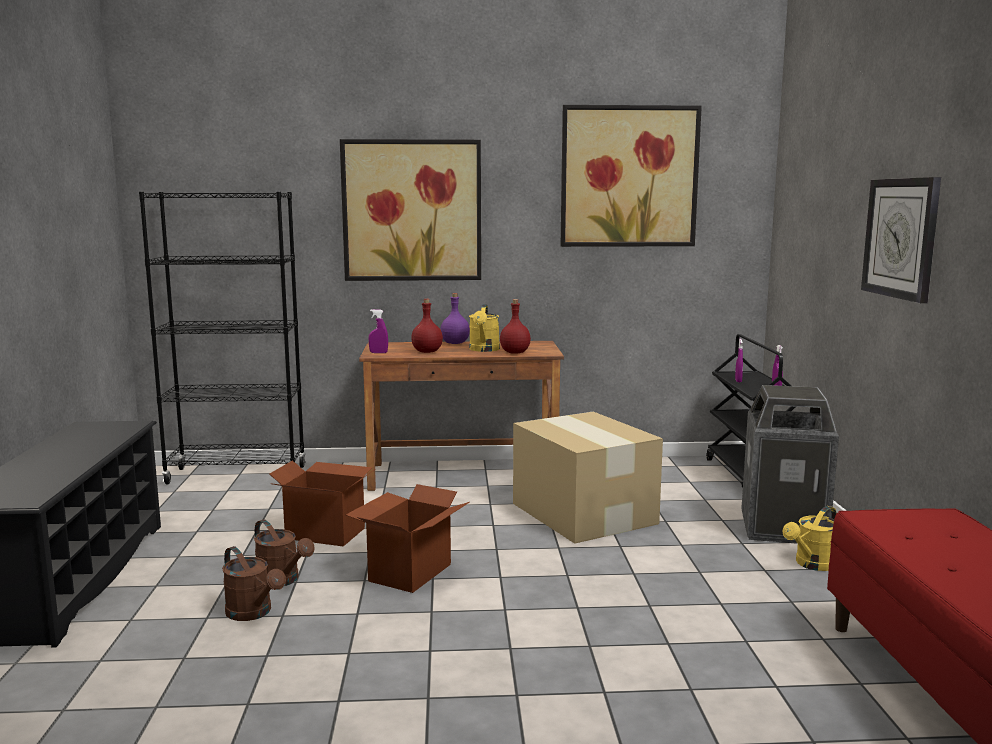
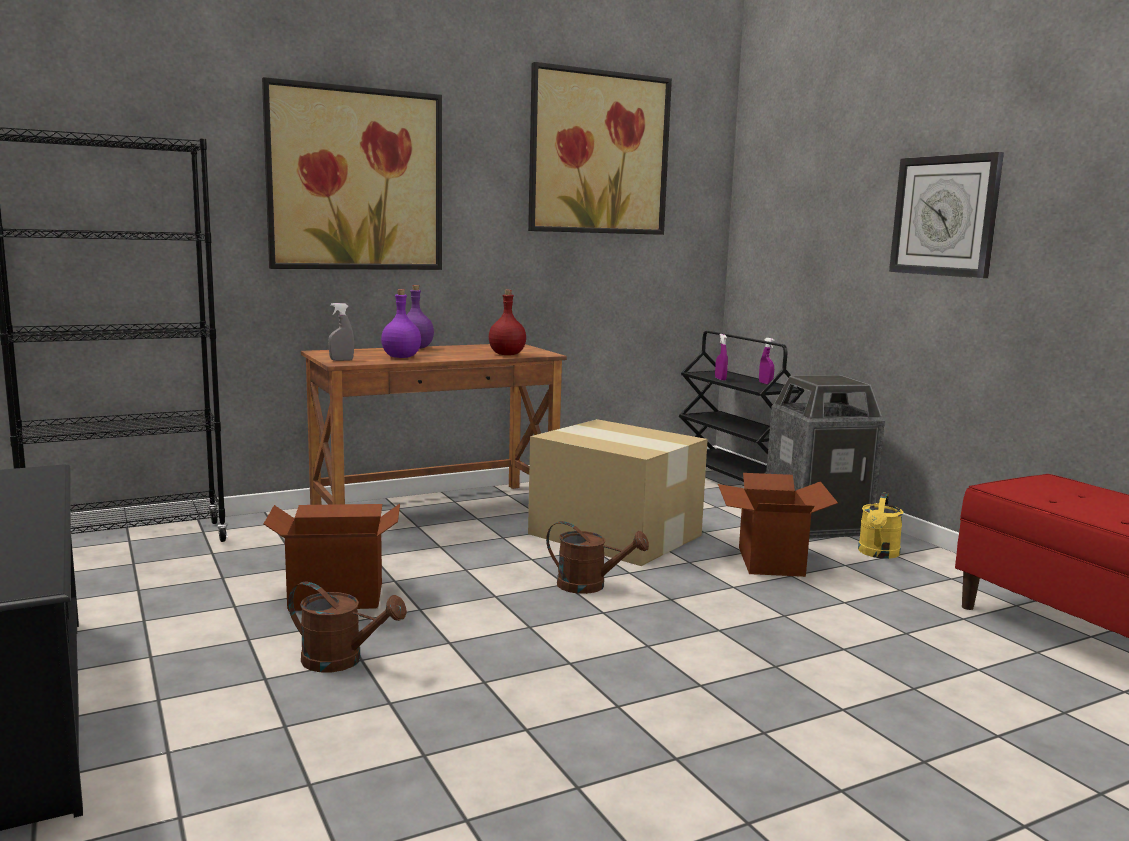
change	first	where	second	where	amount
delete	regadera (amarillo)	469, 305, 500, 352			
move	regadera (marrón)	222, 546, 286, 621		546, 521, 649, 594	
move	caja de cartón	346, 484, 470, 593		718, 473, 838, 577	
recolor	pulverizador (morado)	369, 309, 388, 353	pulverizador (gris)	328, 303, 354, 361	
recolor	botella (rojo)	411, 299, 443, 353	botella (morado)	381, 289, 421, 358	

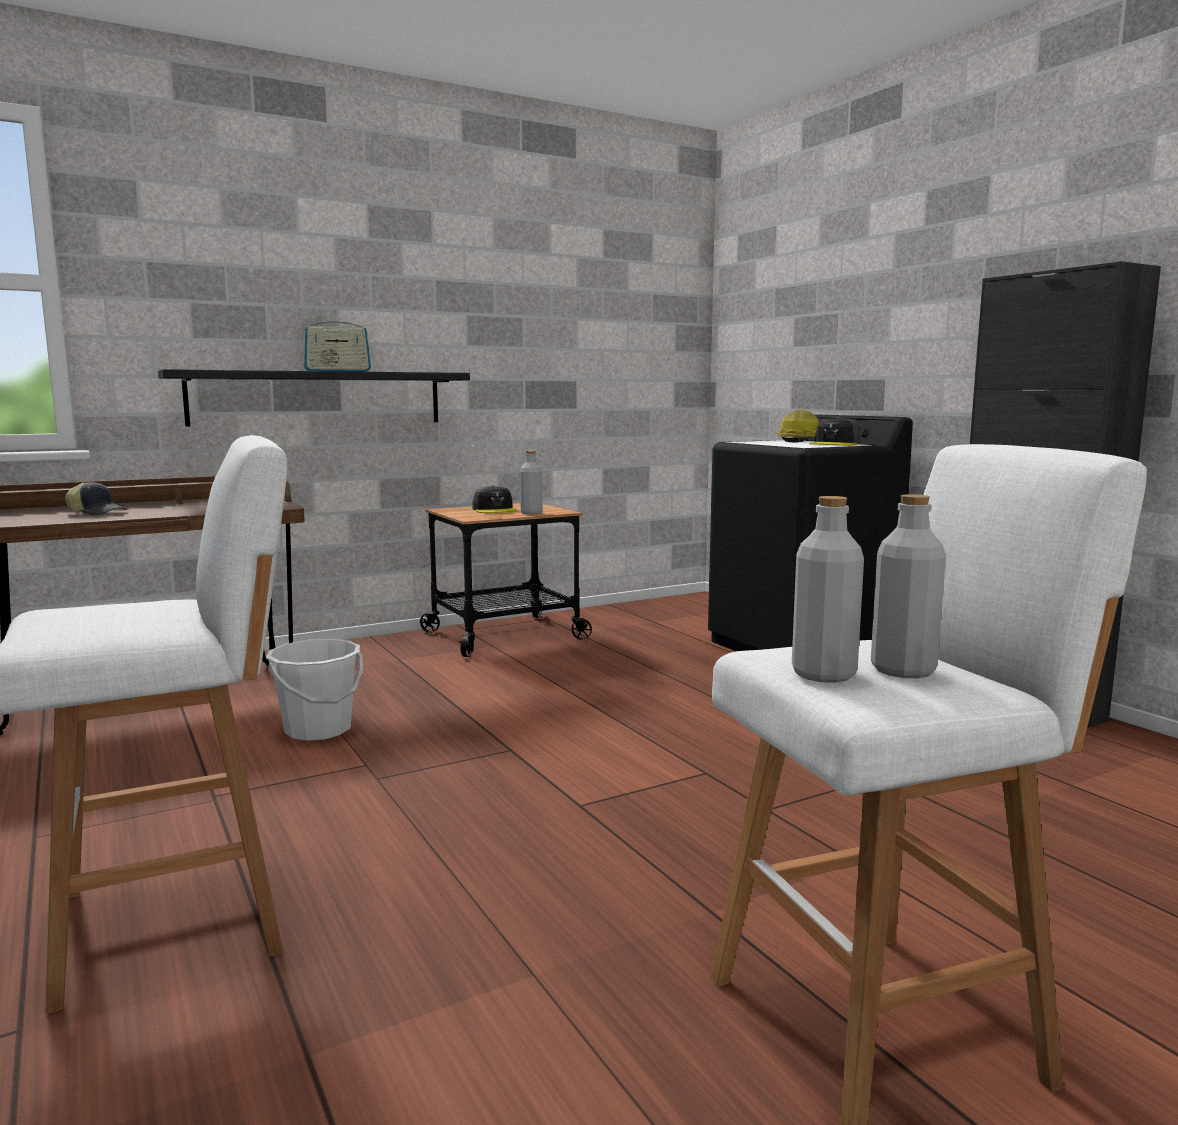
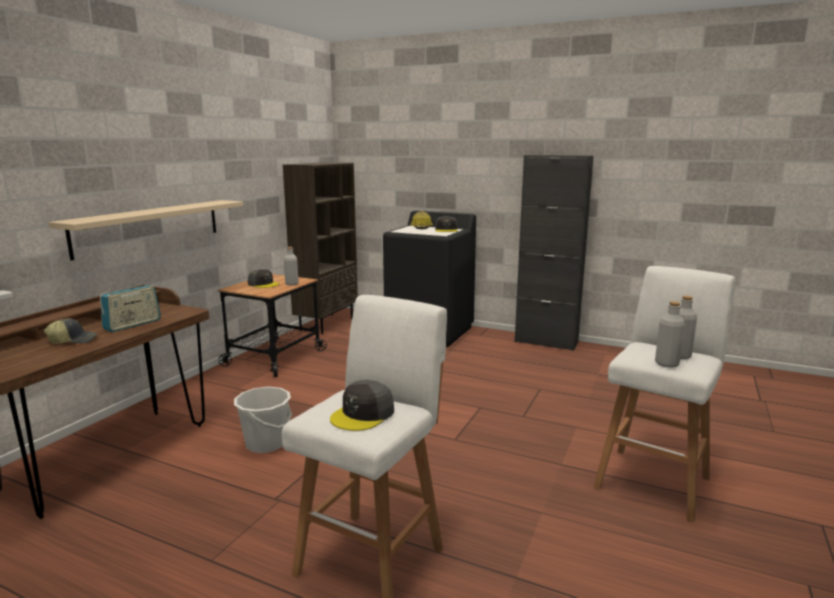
change	first	where	second	where	amount
insert			estantería (marrón)	283, 162, 358, 334	
insert			gorra (gris)	330, 380, 394, 431	
move	radio	303, 315, 371, 372		100, 284, 161, 332	
recolor	estante (negro)	158, 369, 470, 427	estante (beis)	48, 200, 243, 261	

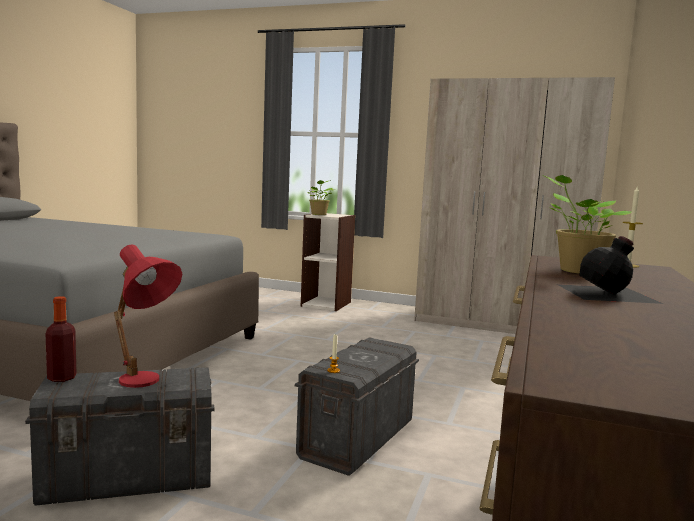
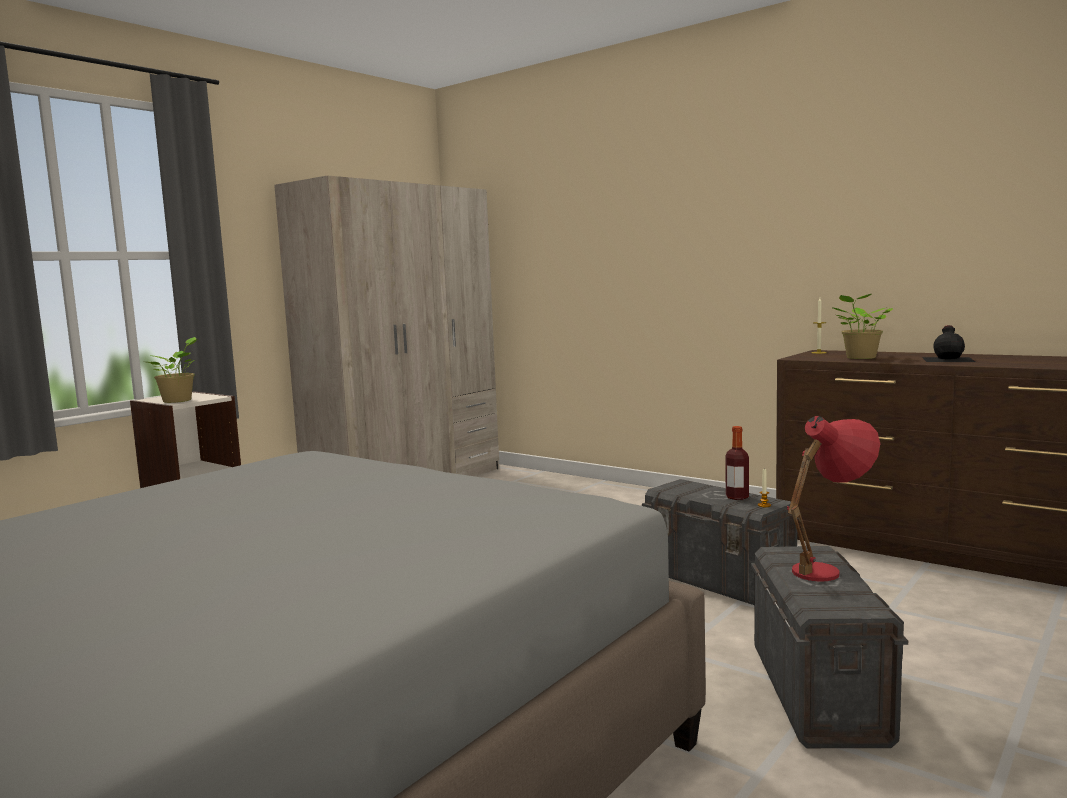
change	first	where	second	where	amount
move	botella	45, 296, 77, 382		726, 426, 749, 500	

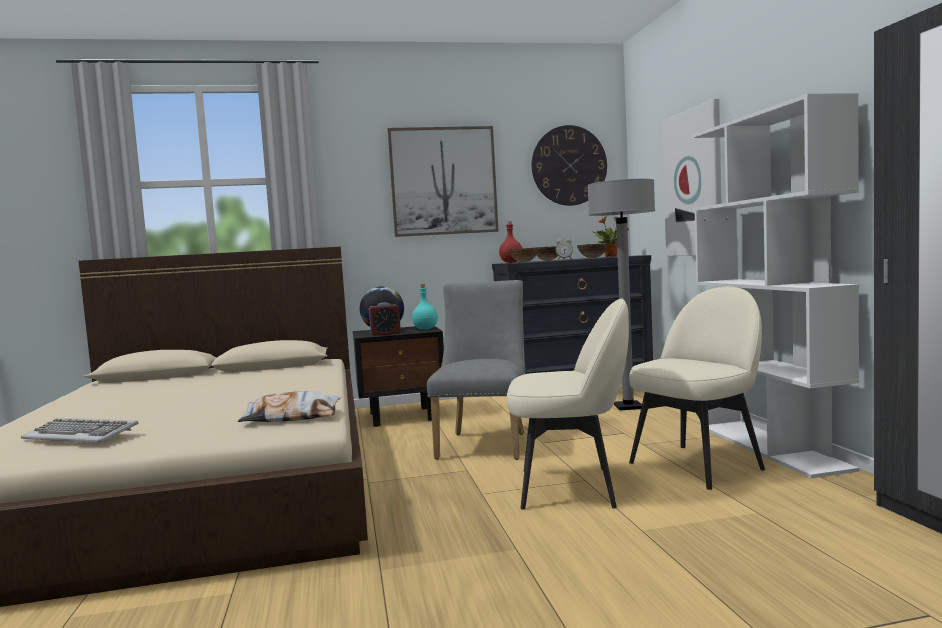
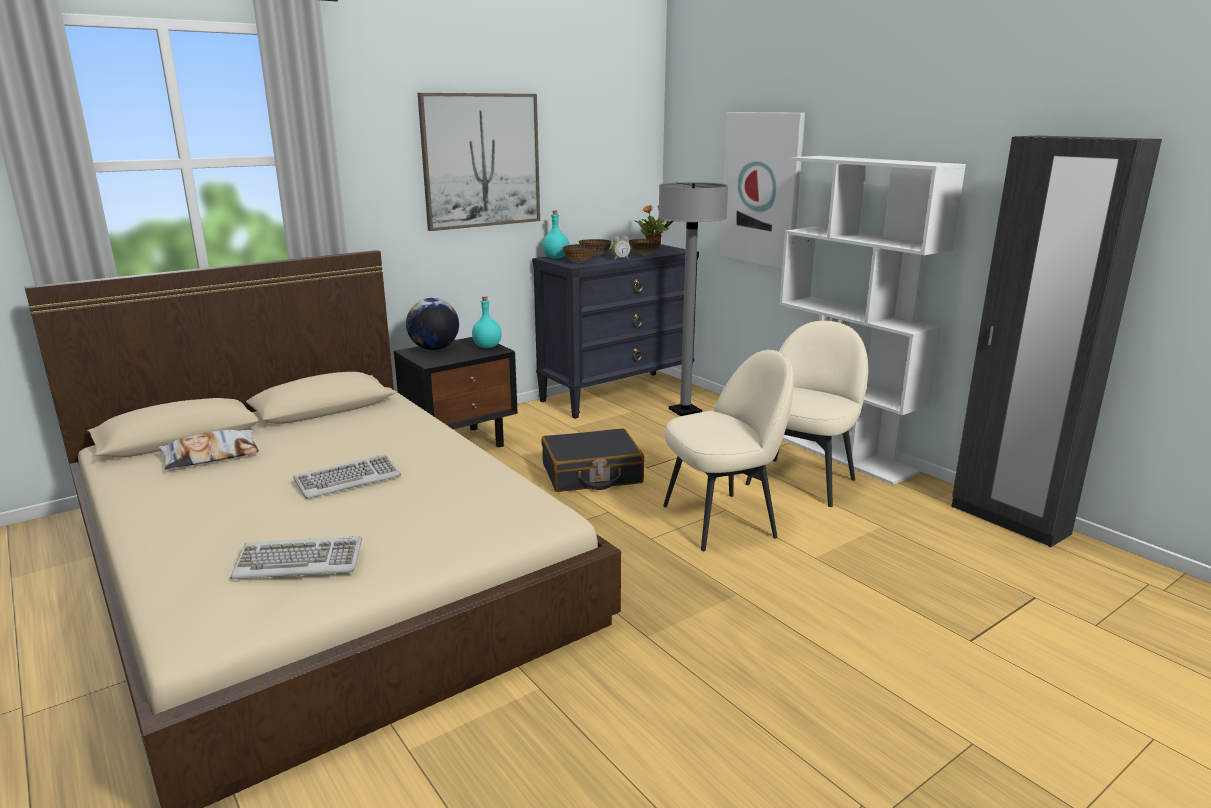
change	first	where	second	where	amount
delete	despertador	369, 302, 401, 336			
delete	reloj de pared	532, 125, 607, 206			
insert			teclado	293, 454, 401, 499	
move	cojín	238, 391, 341, 422		158, 430, 259, 469	
replace	silla (gris)	427, 280, 525, 460	maleta (negro)	542, 428, 644, 492	
recolor	botella (rojo)	499, 221, 522, 263	botella (turquesa)	542, 211, 569, 258	

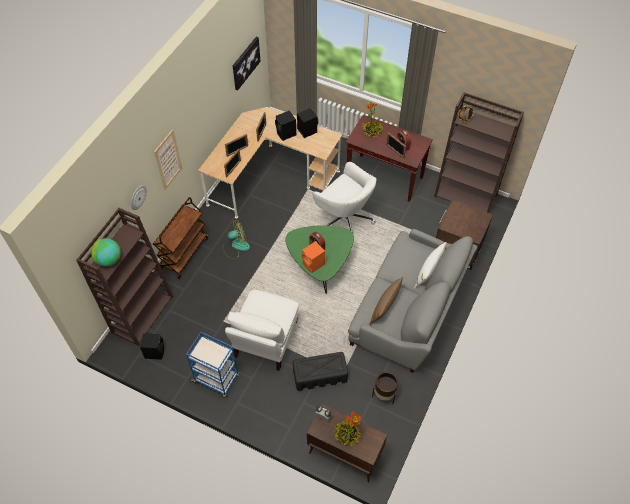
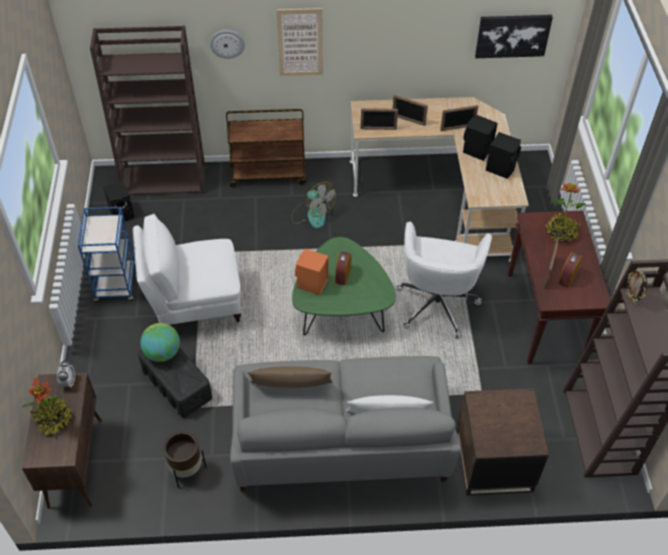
change	first	where	second	where	amount
move	globo terráqueo	91, 238, 121, 267		140, 323, 180, 362	

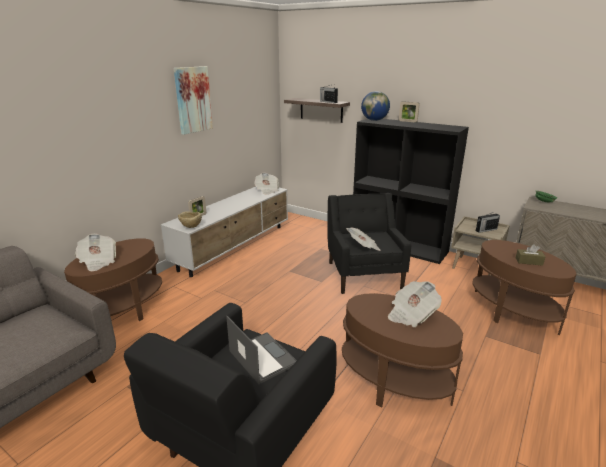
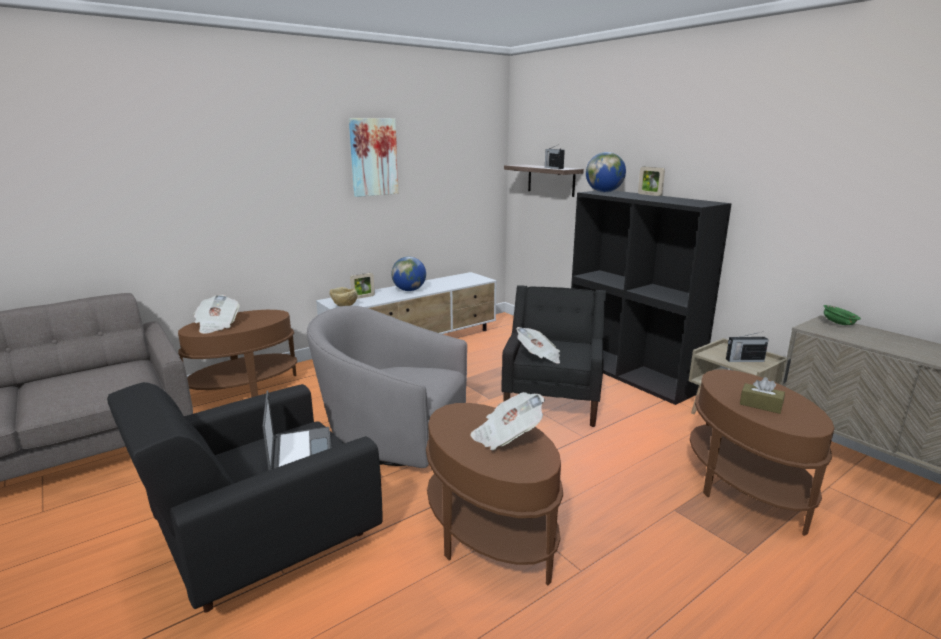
change	first	where	second	where	amount
delete	periódico	254, 173, 279, 195			
insert			sillón (gris)	307, 306, 467, 468	
insert			globo terráqueo	391, 257, 426, 291	

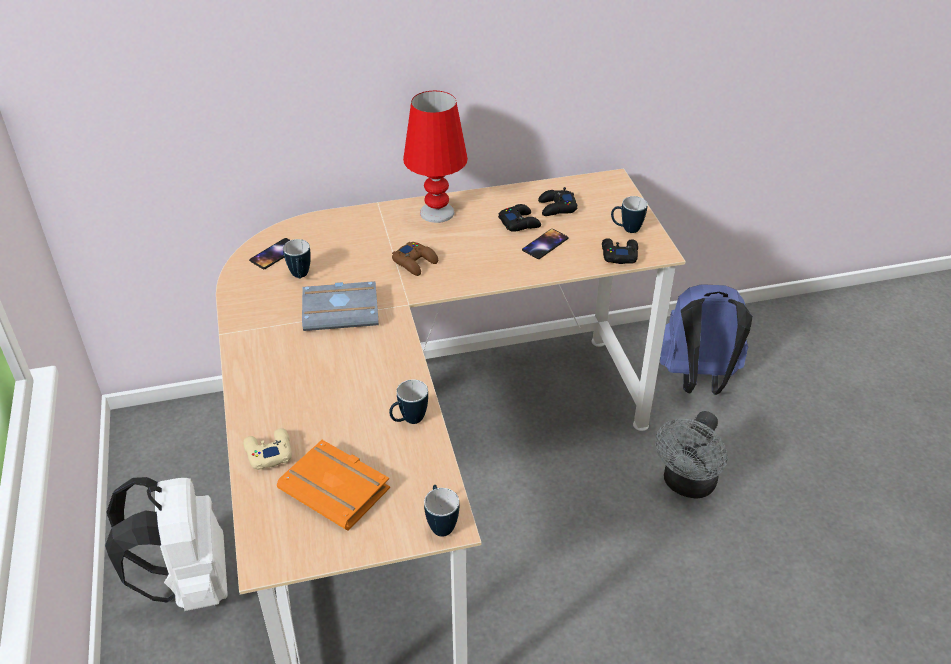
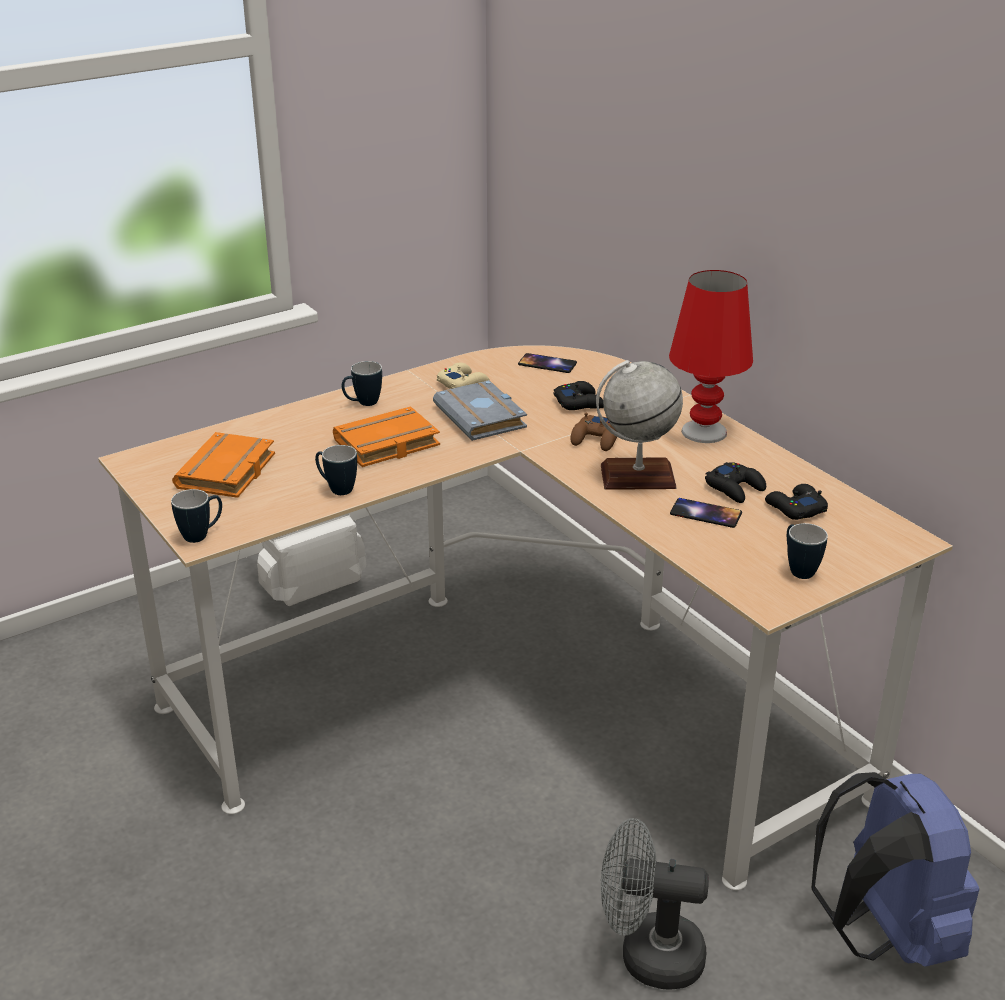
change	first	where	second	where	amount
insert			libro (naranja)	333, 406, 440, 467	
insert			globo terráqueo	596, 360, 683, 490	
move	mando de consola (beis)	243, 428, 292, 470		437, 363, 490, 389	
move	taza grande	283, 239, 311, 279		342, 361, 382, 406	
move	mando de consola (negro)	602, 238, 638, 264		553, 381, 604, 410	

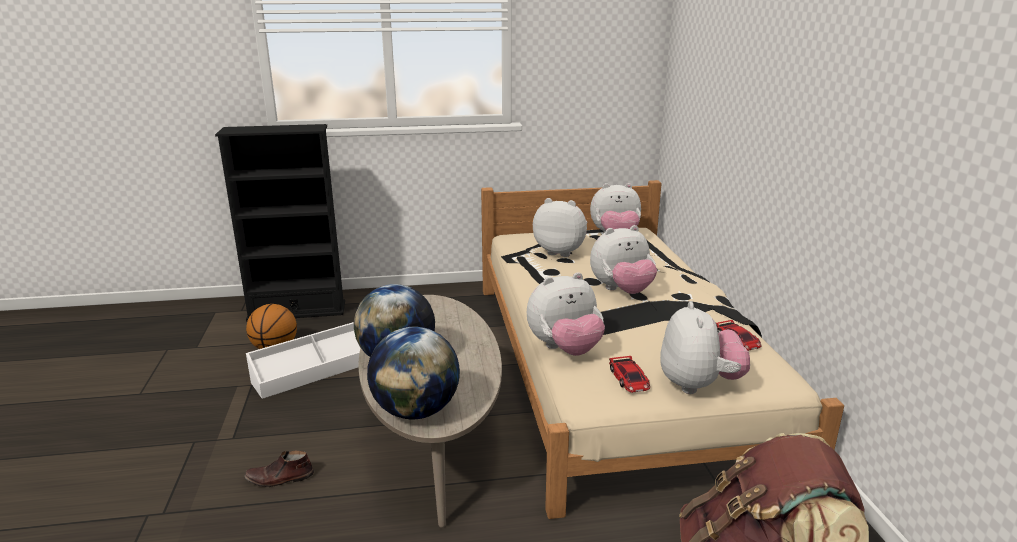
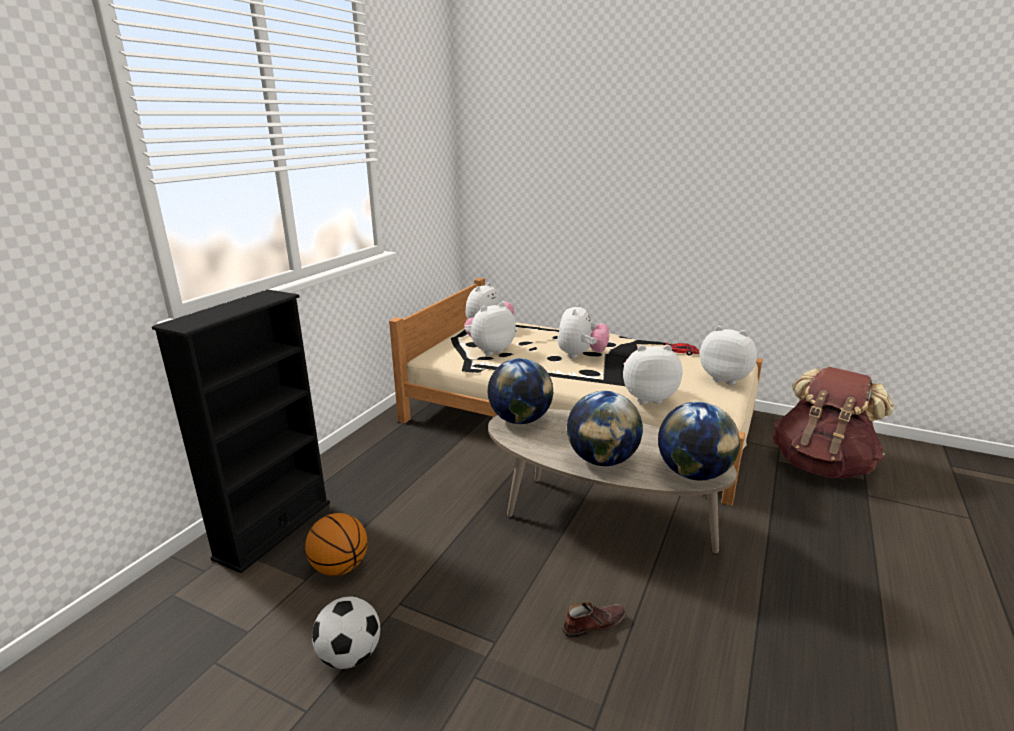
change	first	where	second	where	amount
delete	caja de almacenaje (blanco)	246, 322, 361, 399			
delete	coche de juguete	609, 356, 650, 393			
insert			balón de fútbol	312, 597, 380, 669	
insert			globo terráqueo	487, 358, 553, 424	
rotate	zapato (marrón)	244, 451, 314, 487		562, 602, 627, 638	135 degrees counterclockwise
rotate	peluche	527, 272, 605, 356		623, 345, 683, 404	105 degrees counterclockwise

